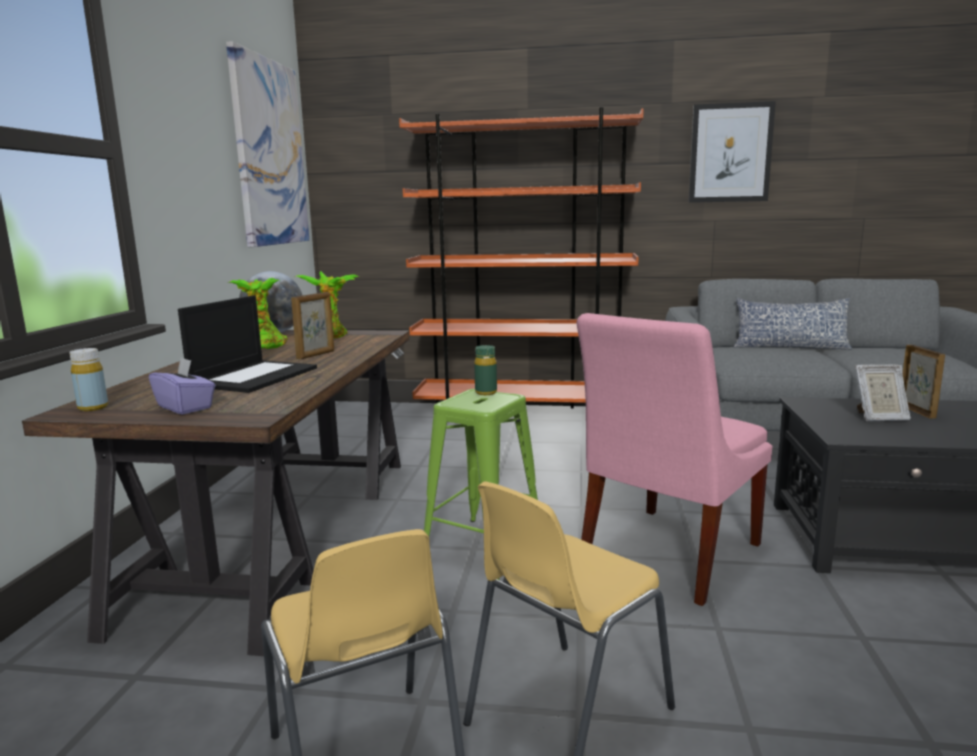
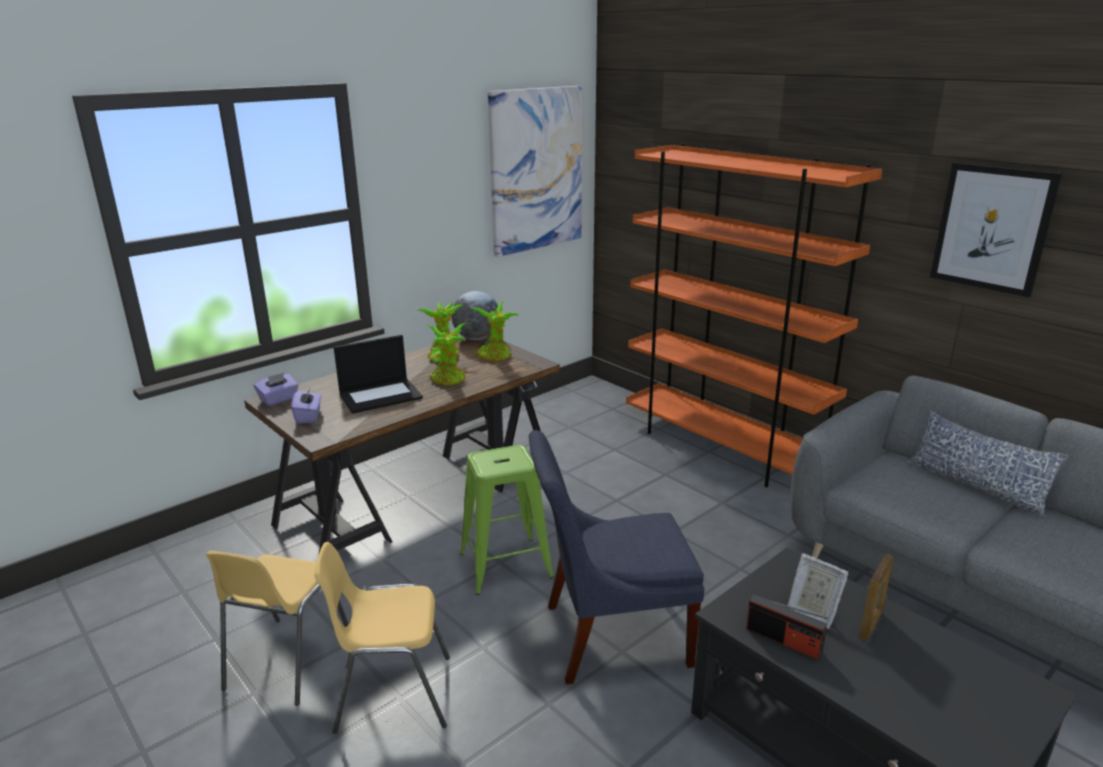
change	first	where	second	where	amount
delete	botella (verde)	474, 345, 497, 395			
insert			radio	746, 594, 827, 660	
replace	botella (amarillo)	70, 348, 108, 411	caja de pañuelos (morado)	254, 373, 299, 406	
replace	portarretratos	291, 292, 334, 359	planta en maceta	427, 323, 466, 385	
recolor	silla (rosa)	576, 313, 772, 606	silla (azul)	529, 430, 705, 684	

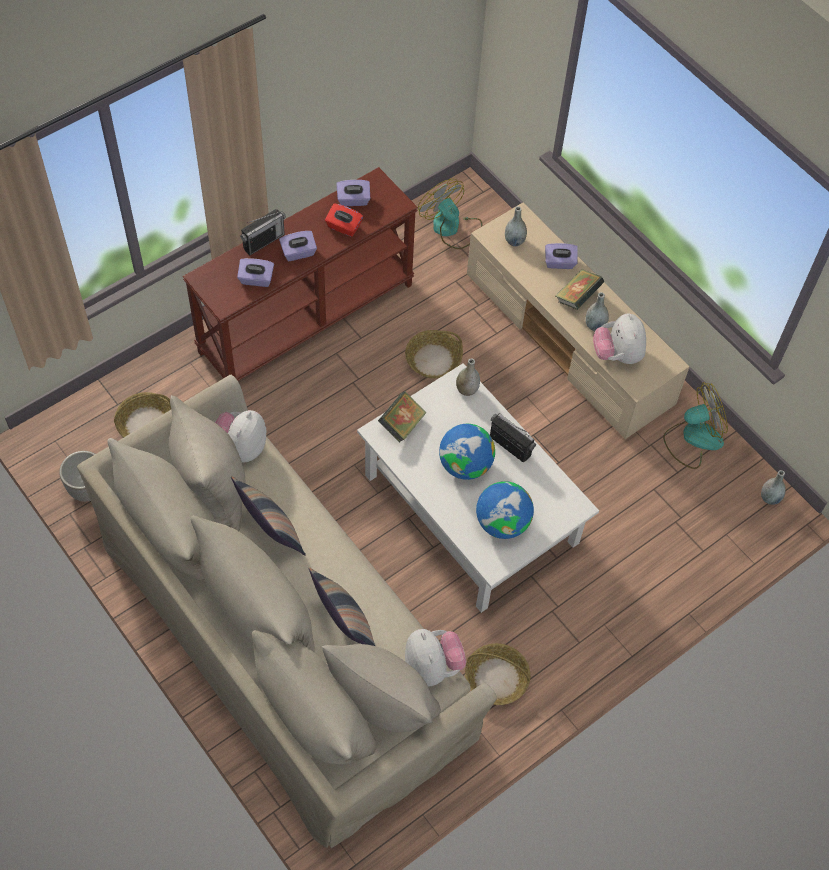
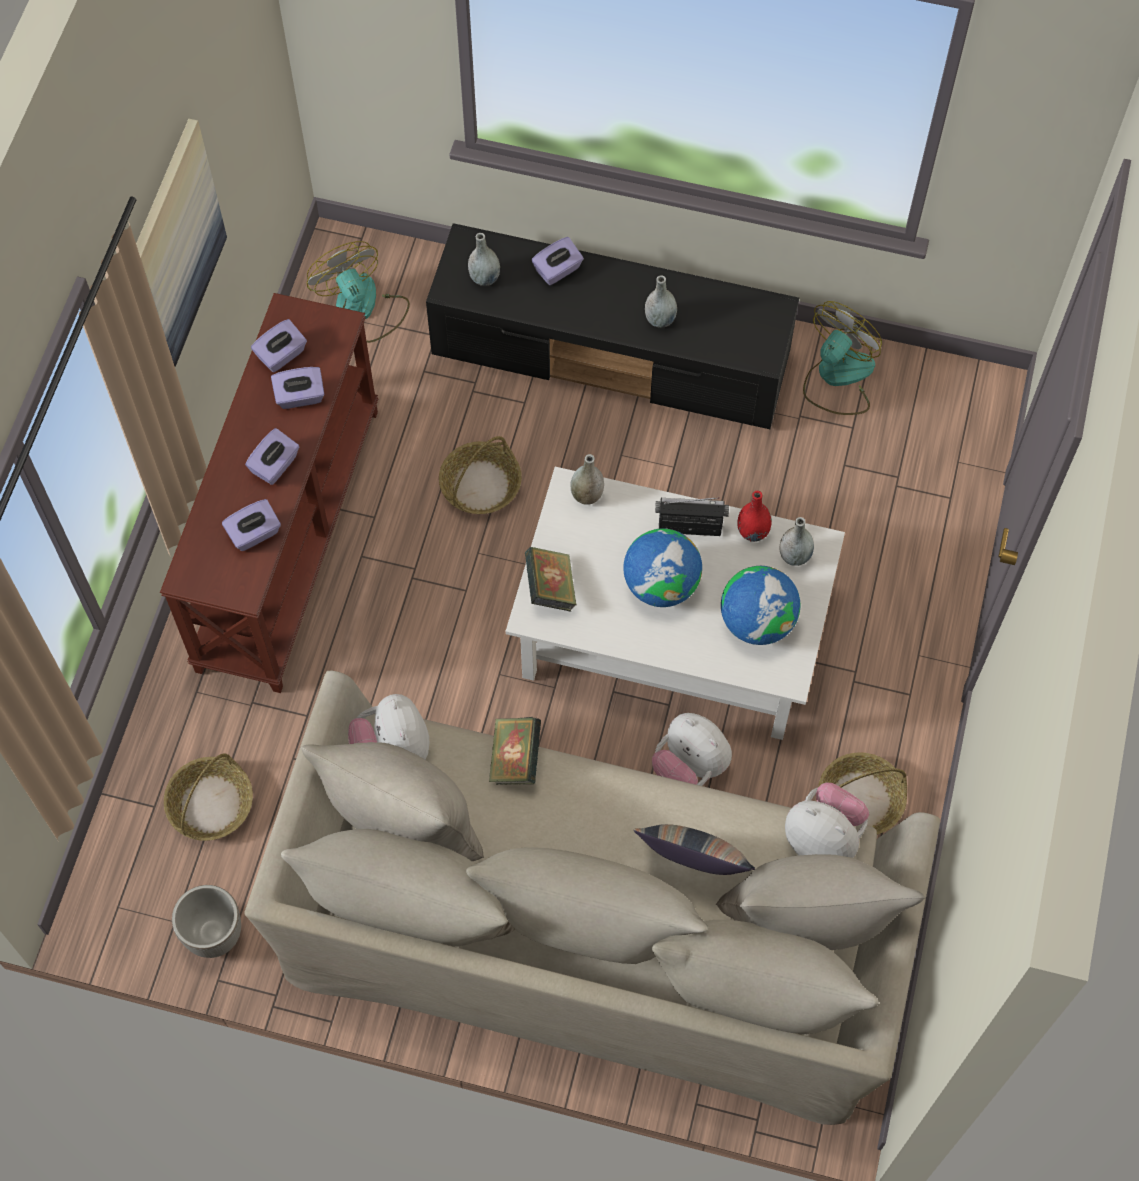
change	first	where	second	where	amount
delete	cojín	231, 476, 306, 556			
delete	radio	240, 209, 286, 255			
insert			cuadro	136, 119, 227, 367	
insert			florero (rojo)	737, 491, 772, 542	
move	libro	556, 269, 604, 310		489, 717, 541, 785	
move	peluche	593, 314, 646, 364		652, 713, 732, 786	
move	florero (gris)	761, 470, 786, 505		780, 517, 814, 566	
recolor	caja de pañuelos (rojo)	325, 204, 363, 237	caja de pañuelos (morado)	271, 367, 324, 409	
recolor	mueble de televisión (beis)	467, 203, 689, 439	mueble de televisión (negro)	426, 223, 799, 429	
rotate	ventilador	418, 178, 482, 249		307, 241, 410, 343	45 degrees clockwise

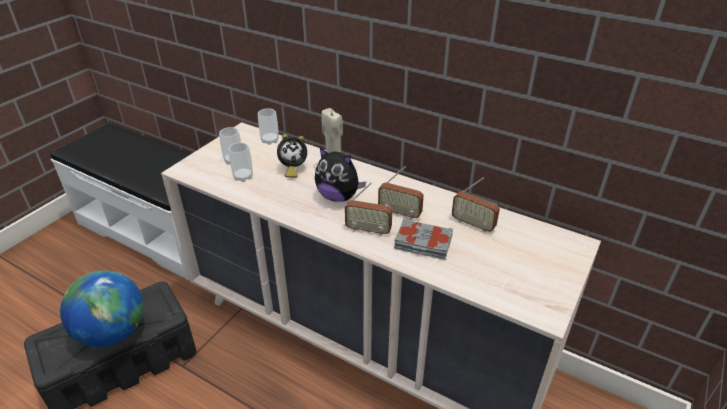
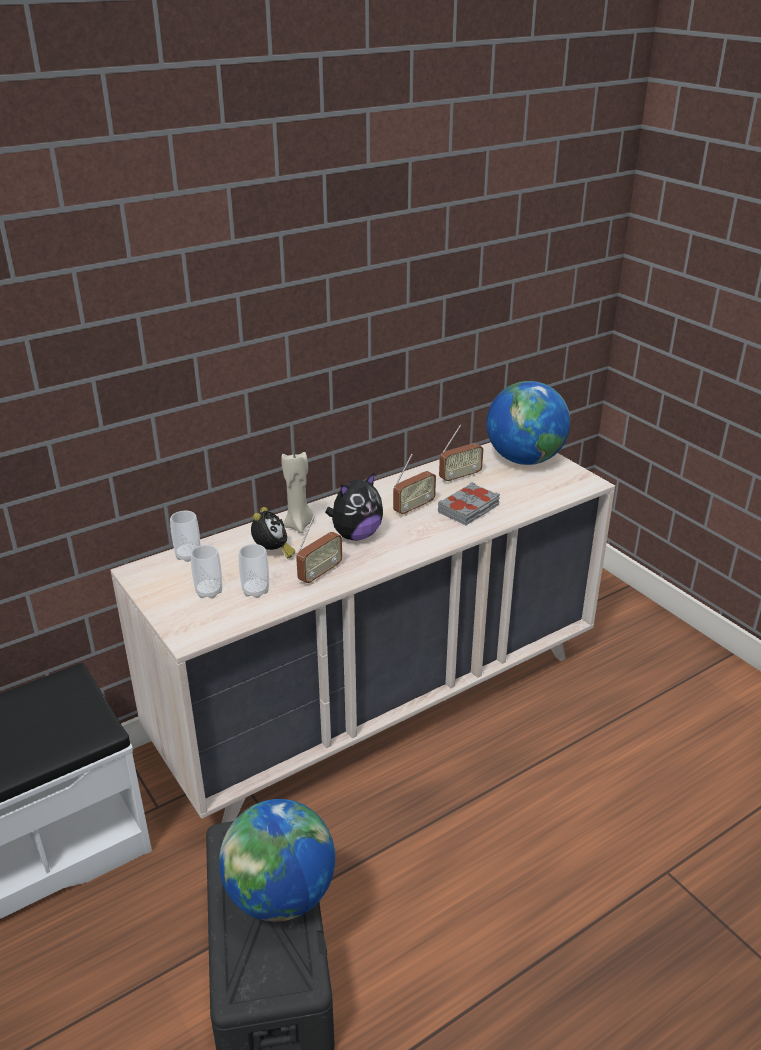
change	first	where	second	where	amount
insert			globo terráqueo	486, 381, 570, 465	
move	radio	345, 182, 392, 236		296, 515, 342, 584	

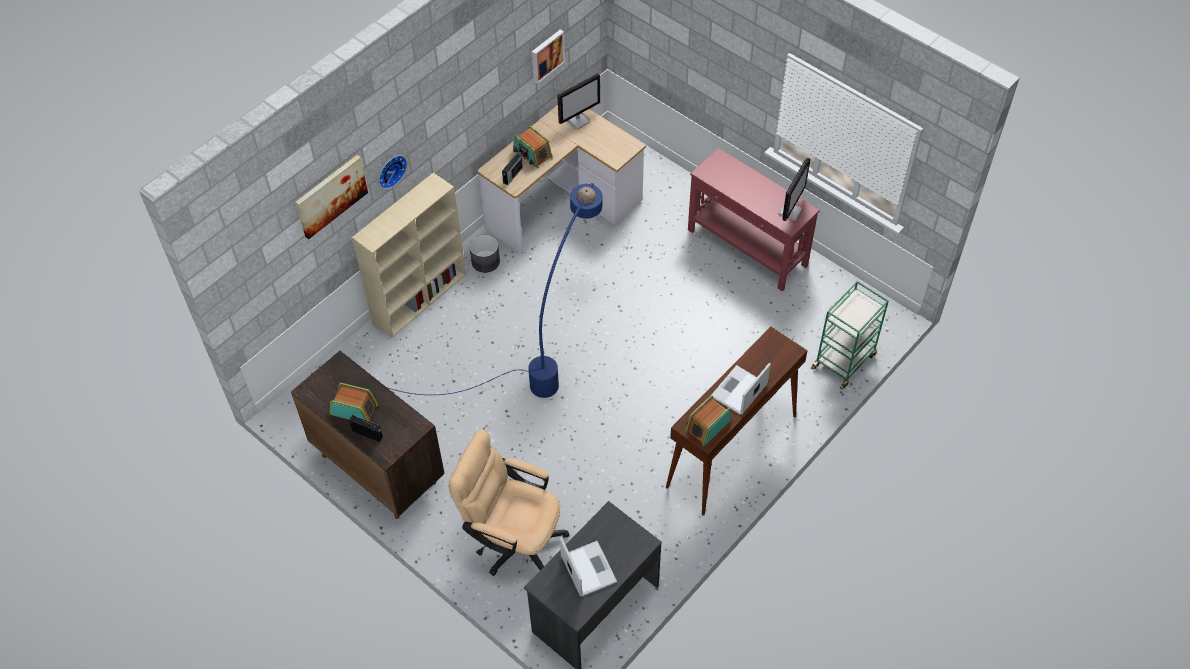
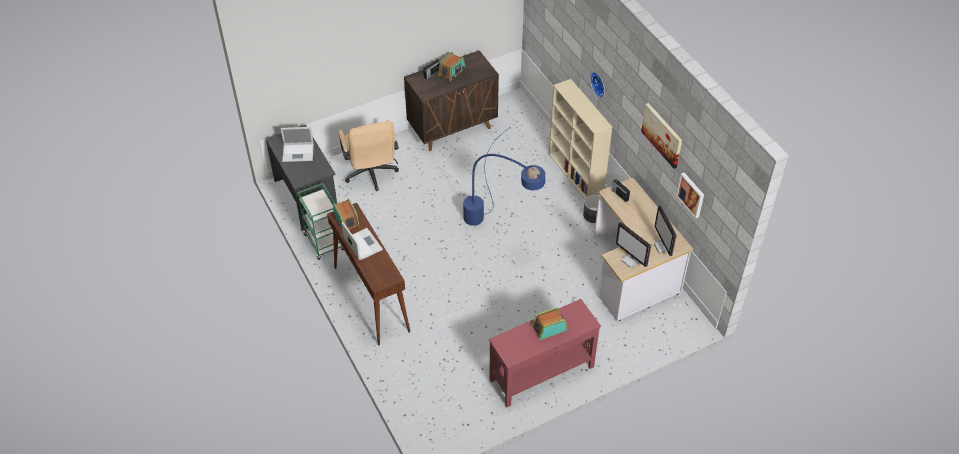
change	first	where	second	where	amount
move	cuadro	295, 155, 368, 239		641, 103, 682, 169	
move	radio	513, 126, 553, 168		532, 307, 568, 340	
move	monitor	778, 158, 811, 221		616, 222, 651, 268	
move	carrito (verde)	811, 281, 889, 389		298, 183, 344, 260	
rotate	silla de oficina (beis)	448, 430, 569, 575		339, 120, 399, 191	120 degrees clockwise

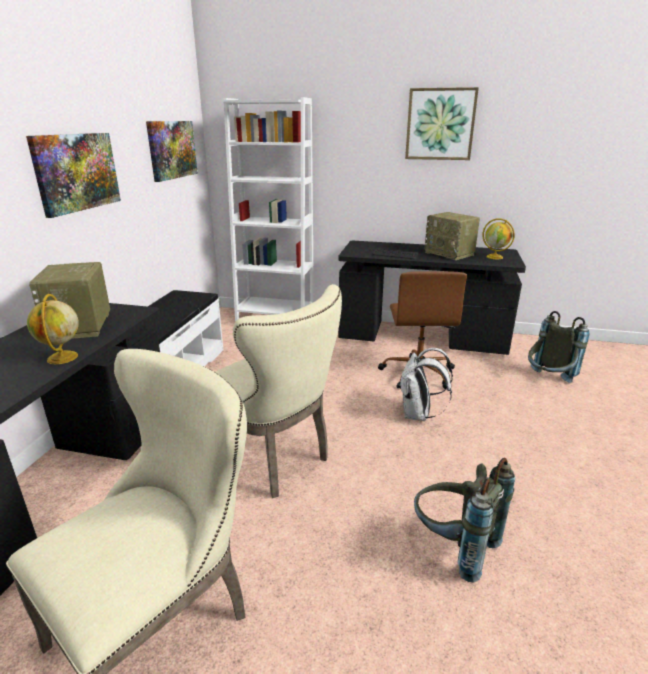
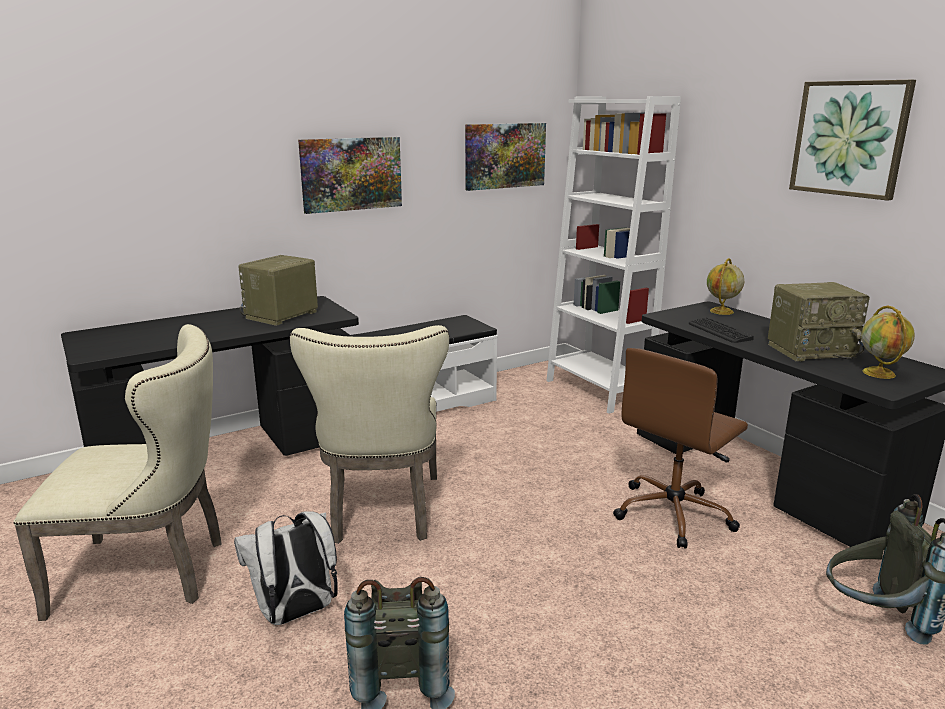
change	first	where	second	where	amount
move	globo terráqueo	27, 294, 79, 364		707, 258, 744, 315	
move	mochila (blanco)	399, 348, 453, 421		234, 512, 338, 625	
rotate	radio	425, 212, 480, 260		768, 282, 870, 362	105 degrees counterclockwise

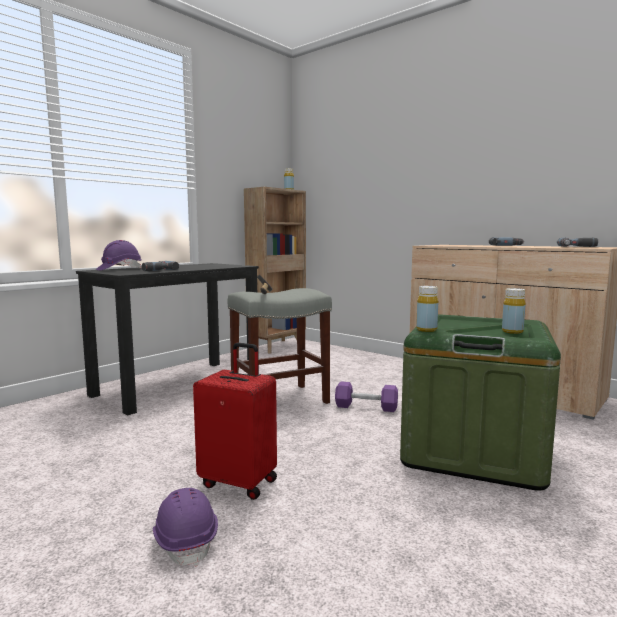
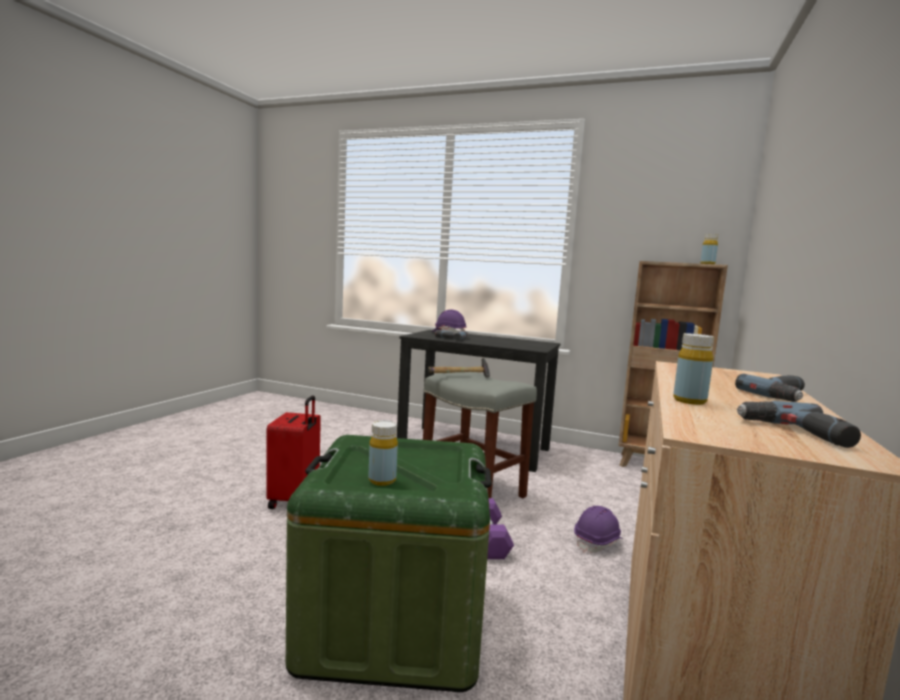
change	first	where	second	where	amount
move	casco (morado)	153, 488, 218, 567		574, 506, 623, 553	
move	botella (amarillo)	416, 286, 438, 332		673, 333, 714, 405	

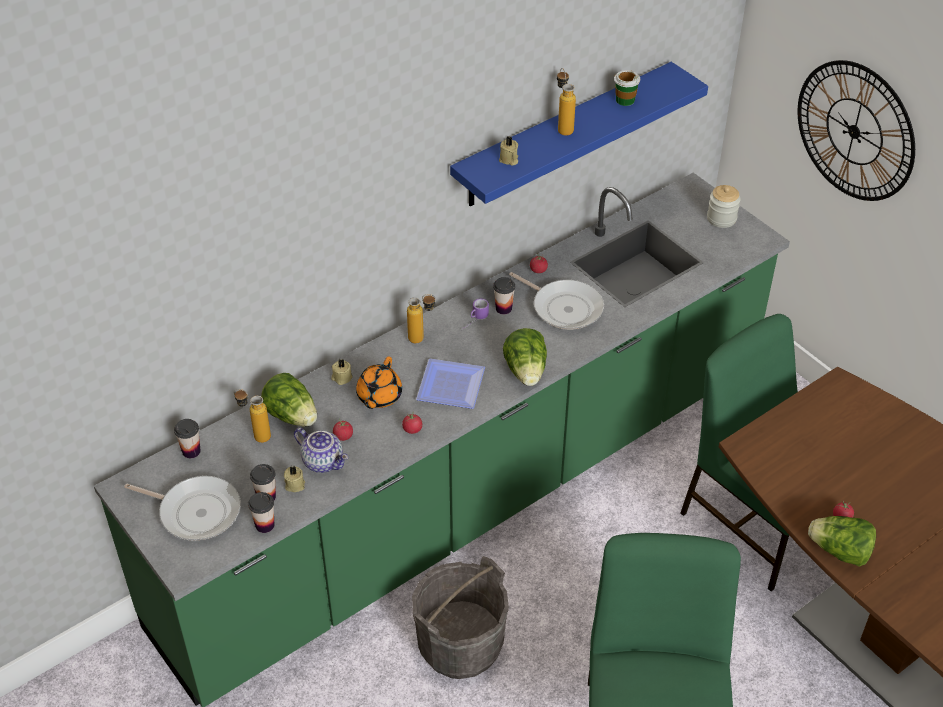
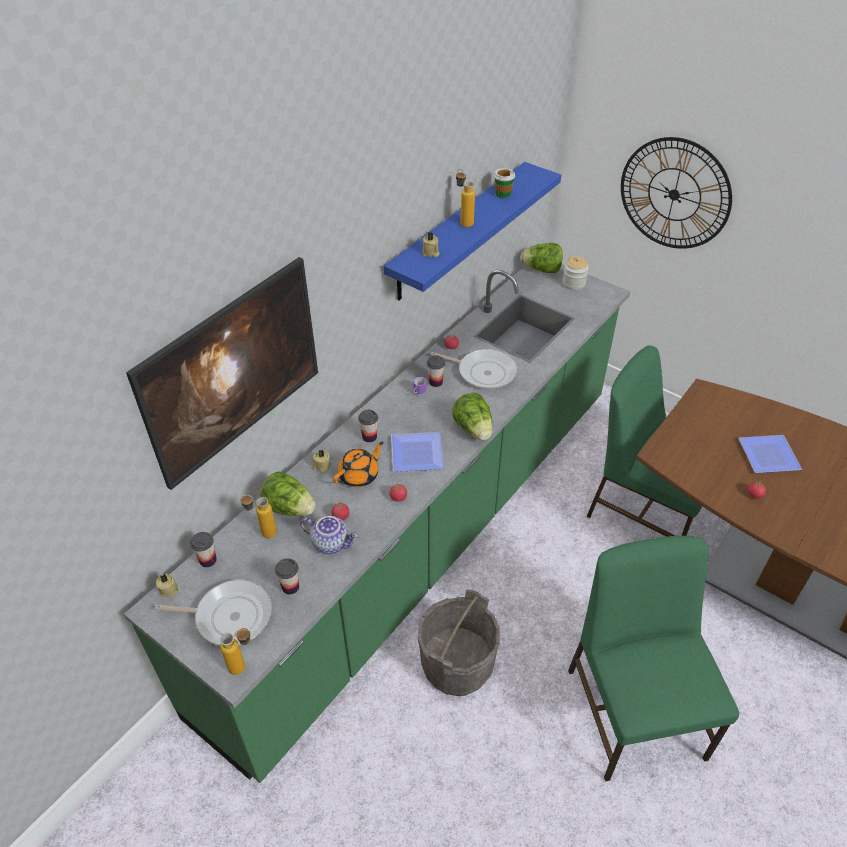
change	first	where	second	where	amount
insert			cuadro	126, 257, 318, 490	
insert			plato	738, 435, 802, 473	
move	taza	248, 492, 275, 533		358, 410, 378, 442	
move	vela (beis)	284, 466, 305, 492		156, 574, 178, 598	
move	botella	407, 294, 436, 343		220, 628, 251, 675	
move	lechuga	808, 516, 876, 567		520, 243, 563, 273	
rotate	tetera (naranja)	356, 357, 402, 409		333, 442, 383, 487	135 degrees counterclockwise

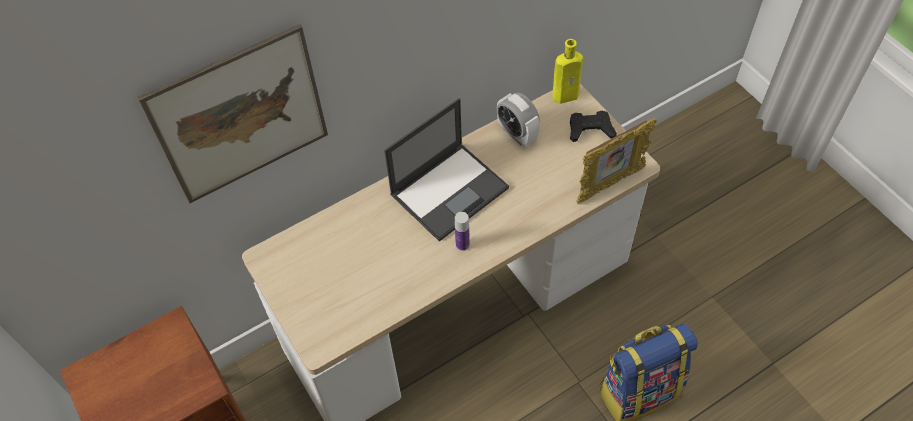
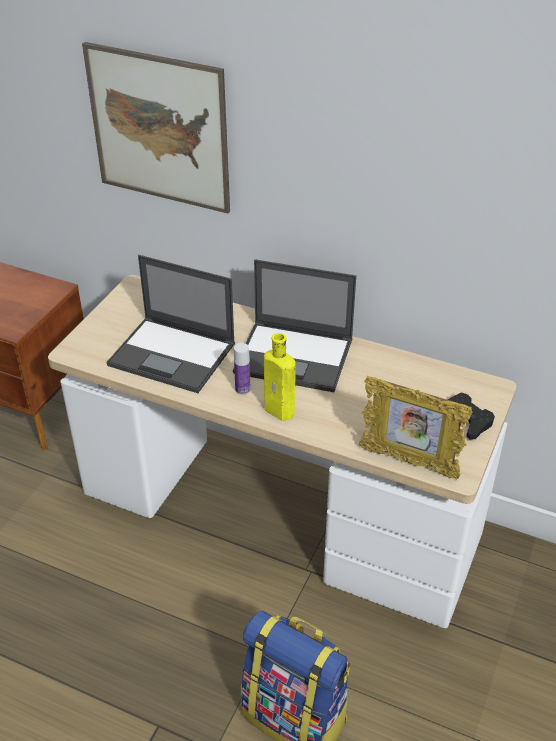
change	first	where	second	where	amount
delete	despertador	497, 93, 540, 146			
insert			portátil	106, 255, 235, 393	
move	botella (amarillo)	552, 39, 583, 104		264, 333, 296, 421	

